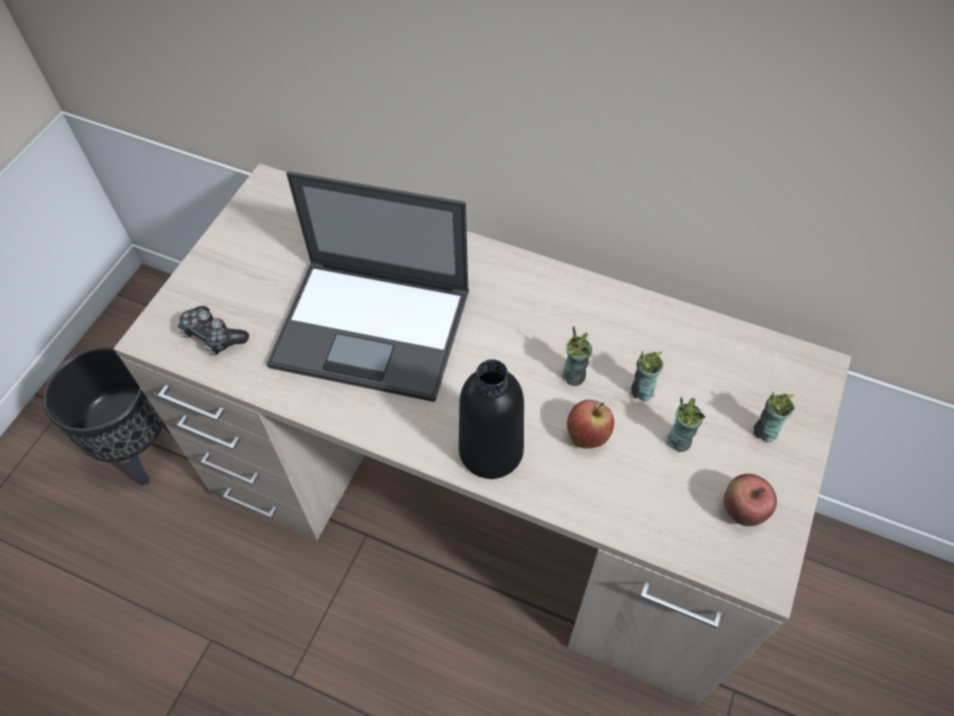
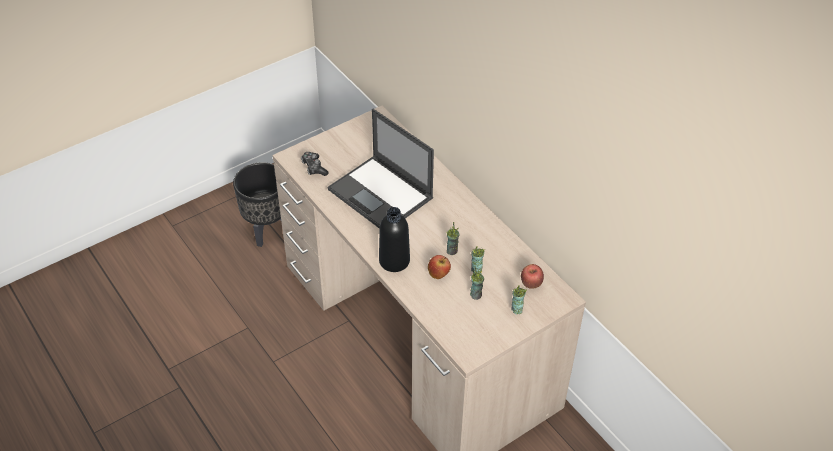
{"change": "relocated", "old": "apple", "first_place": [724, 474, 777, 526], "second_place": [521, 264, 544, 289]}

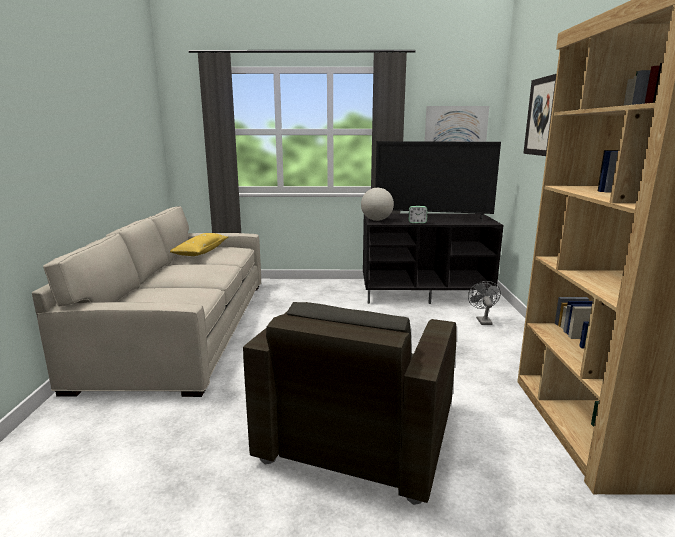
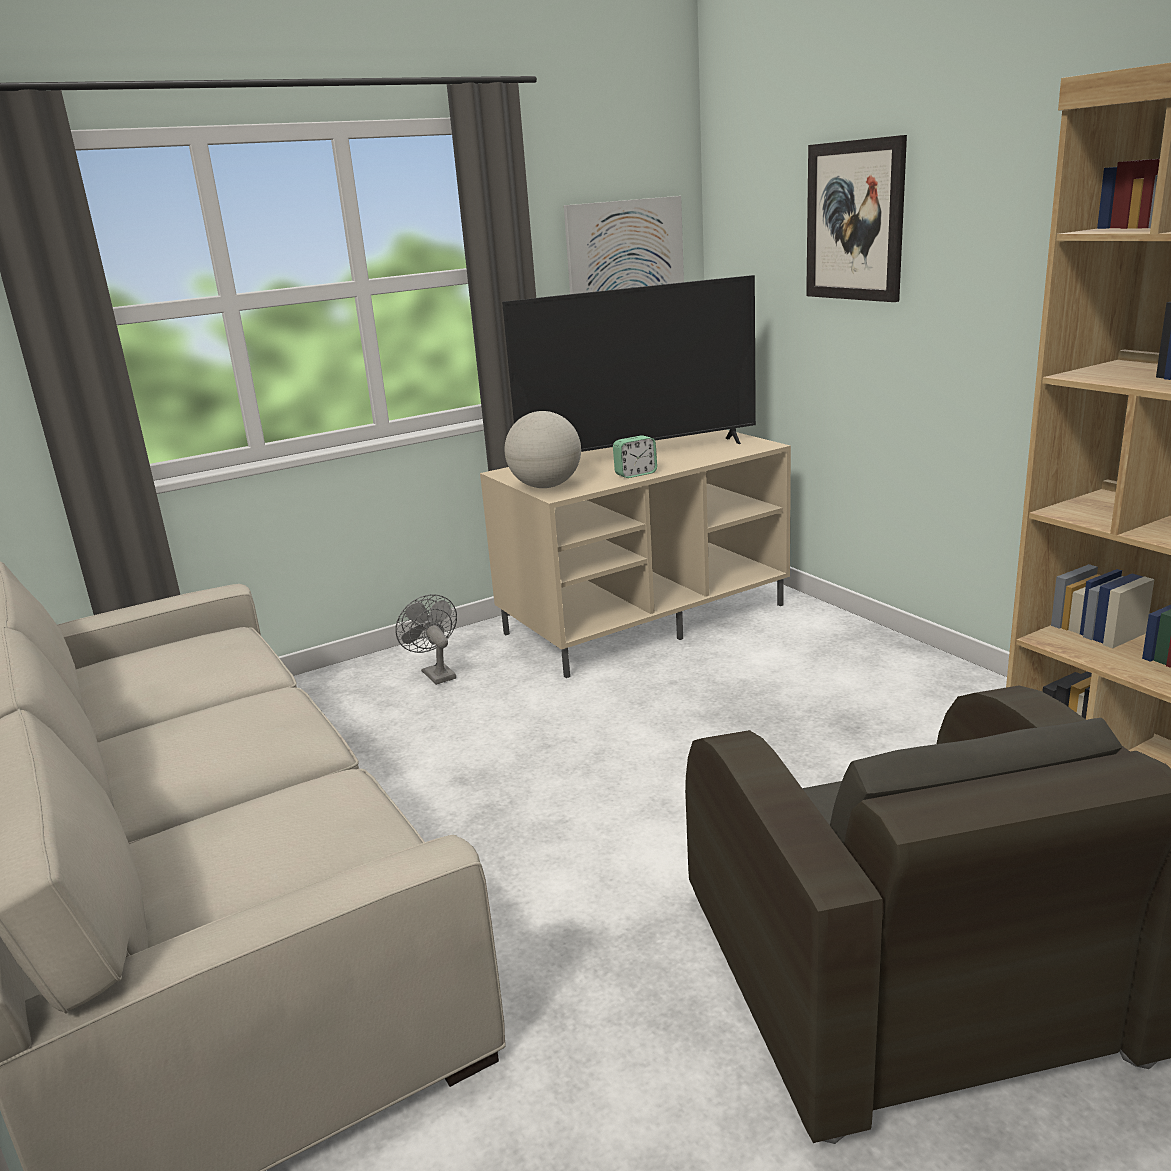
{"change": "missing", "old": "cushion/yellowish", "first_place": [170, 233, 228, 256]}
{"change": "relocated", "old": "fan/gray", "first_place": [468, 281, 501, 325], "second_place": [395, 594, 457, 685]}
{"change": "colour", "old": "tv unit/blackish", "new": "tv unit/sand-coloured", "first_place": [363, 213, 504, 304], "second_place": [480, 430, 791, 678]}

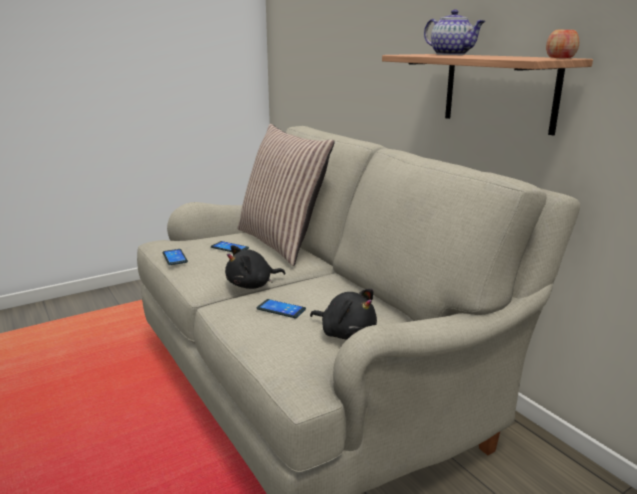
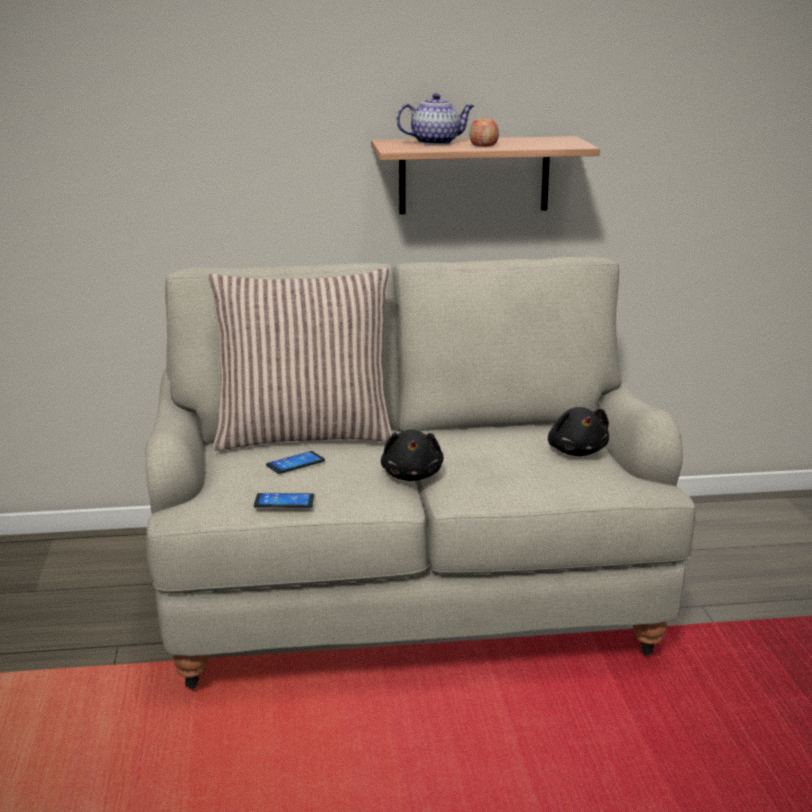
{"change": "missing", "old": "telephone", "first_place": [257, 299, 306, 318]}
{"change": "relocated", "old": "apple", "first_place": [546, 30, 579, 58], "second_place": [469, 119, 499, 147]}
{"change": "spun", "old": "cuddly toy/blackish", "first_place": [310, 289, 377, 339], "second_place": [548, 407, 609, 456], "degrees": 105}

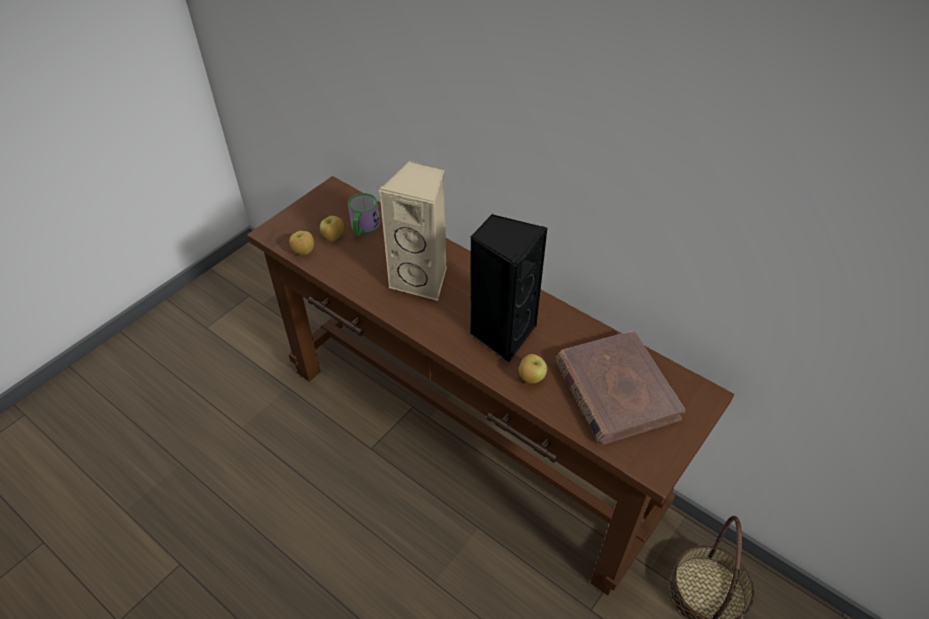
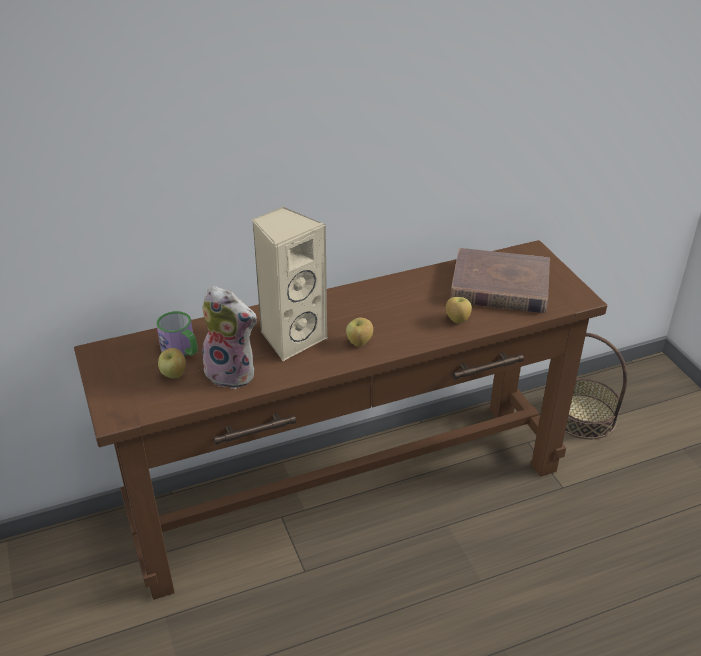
{"change": "missing", "old": "audio speaker/blackish", "first_place": [469, 213, 547, 362]}
{"change": "appeared", "new": "cuddly toy", "second_place": [202, 286, 257, 389]}
{"change": "relocated", "old": "apple", "first_place": [289, 231, 314, 255], "second_place": [346, 318, 373, 347]}

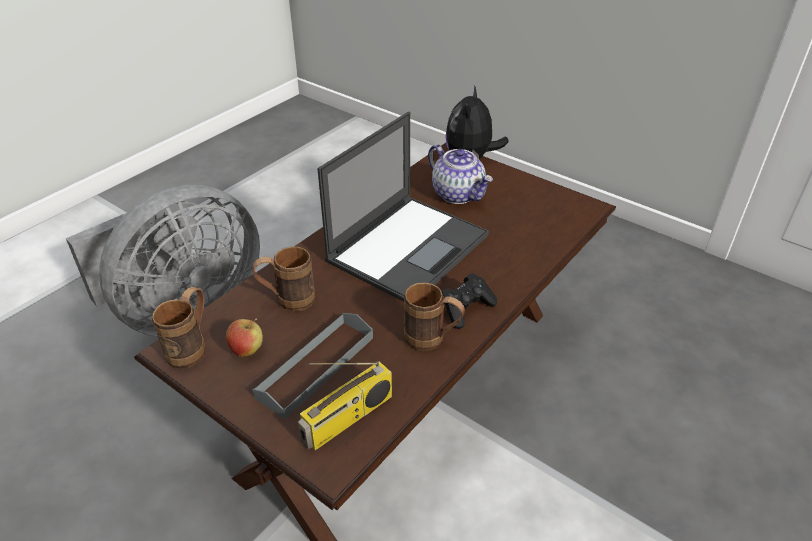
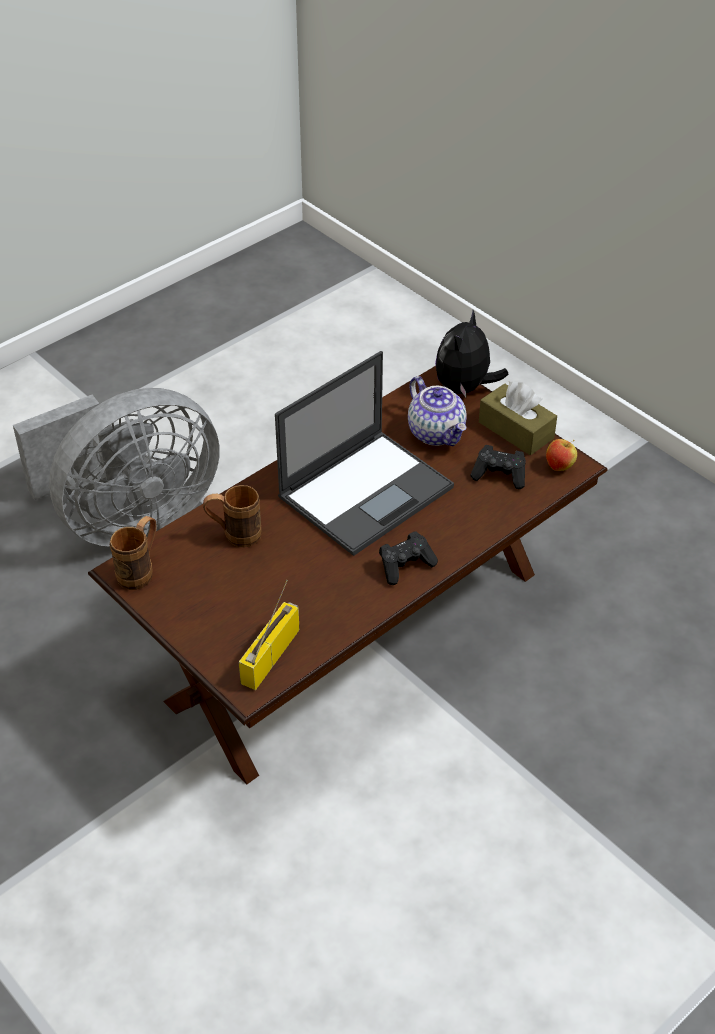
{"change": "missing", "old": "tray/gray", "first_place": [252, 313, 373, 419]}
{"change": "missing", "old": "tea mug/brownish", "first_place": [404, 283, 465, 351]}
{"change": "appeared", "new": "joypad/blackish", "second_place": [470, 445, 526, 489]}
{"change": "appeared", "new": "tissue box/brownish", "second_place": [479, 381, 557, 455]}
{"change": "relocated", "old": "apple", "first_place": [226, 319, 263, 357], "second_place": [546, 439, 577, 471]}
{"change": "spun", "old": "radio receiver", "first_place": [298, 362, 392, 450], "second_place": [239, 580, 300, 690], "degrees": 150}

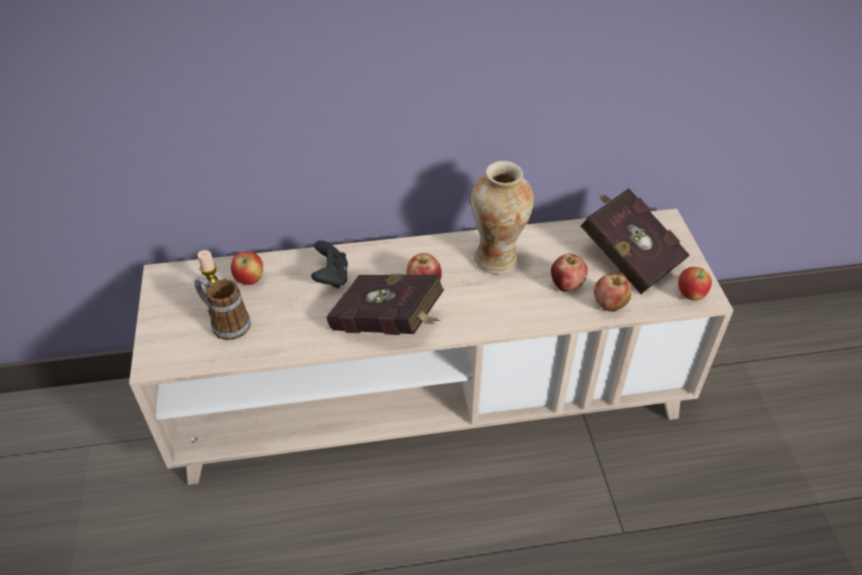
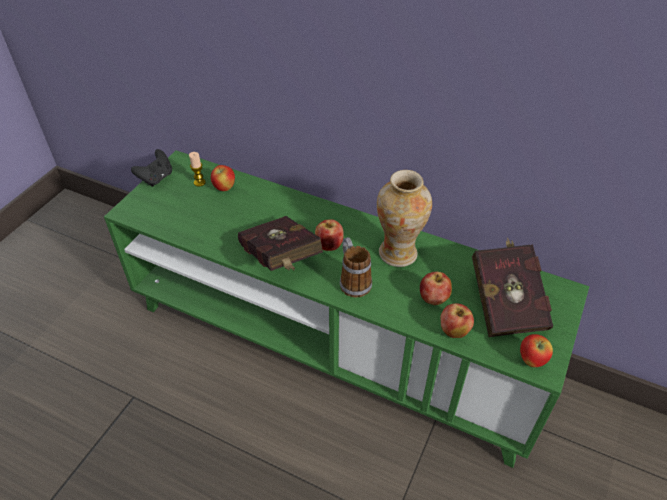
{"change": "relocated", "old": "tea mug", "first_place": [195, 276, 251, 340], "second_place": [340, 237, 372, 297]}
{"change": "relocated", "old": "joypad/blackish", "first_place": [311, 240, 348, 288], "second_place": [131, 149, 172, 187]}
{"change": "colour", "old": "tv unit/sand-coloured", "new": "tv unit/greenish", "first_place": [129, 209, 734, 485], "second_place": [104, 150, 589, 468]}

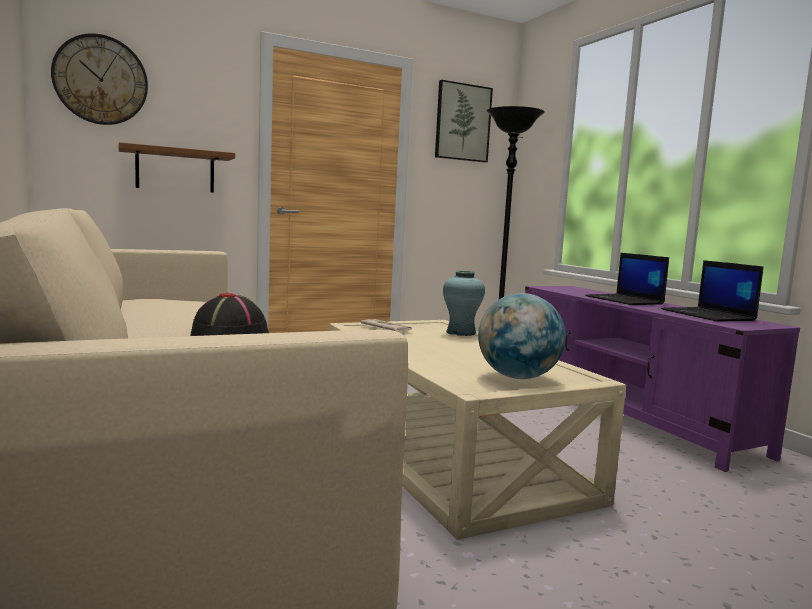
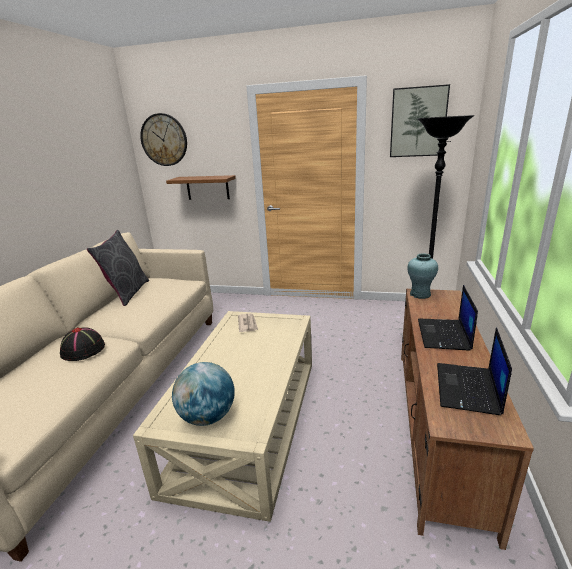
{"change": "appeared", "new": "cushion/gray", "second_place": [87, 230, 149, 306]}
{"change": "relocated", "old": "decorative vase/turquoise", "first_place": [443, 271, 485, 336], "second_place": [407, 254, 438, 299]}
{"change": "colour", "old": "tv unit/purple", "new": "tv unit/brownish", "first_place": [525, 286, 800, 472], "second_place": [401, 289, 534, 550]}

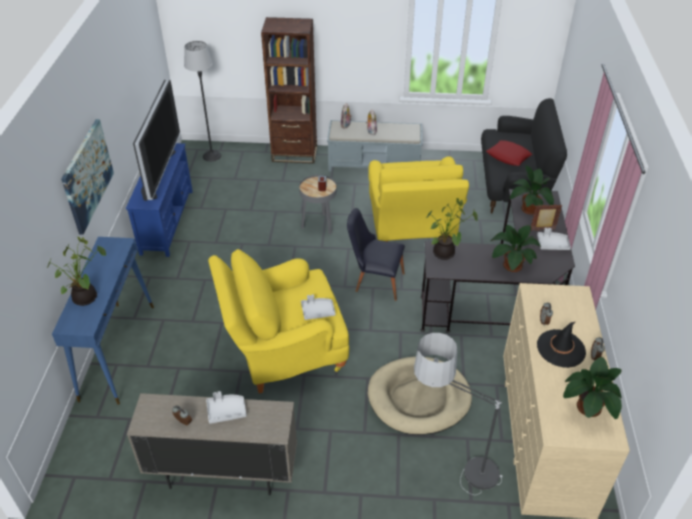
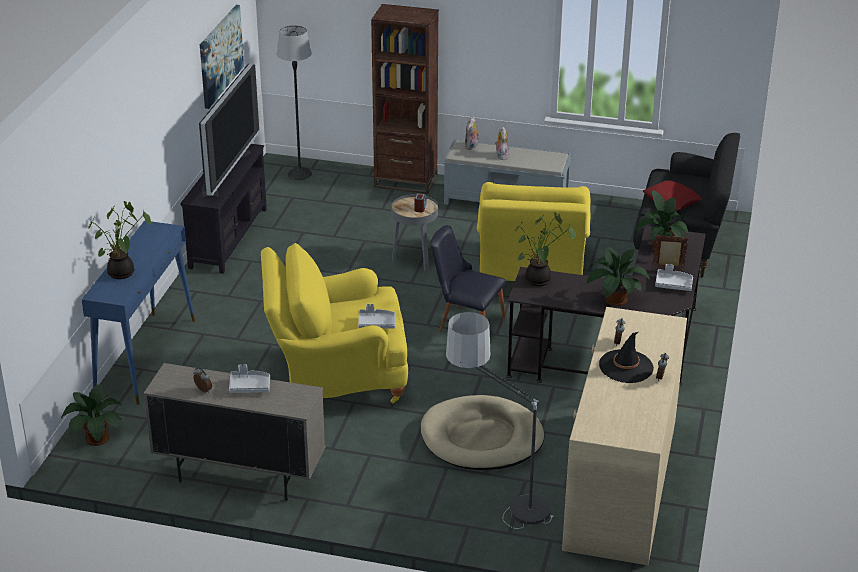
{"change": "relocated", "old": "wall art", "first_place": [61, 119, 114, 235], "second_place": [200, 5, 244, 109]}
{"change": "relocated", "old": "potted plant", "first_place": [563, 357, 622, 419], "second_place": [61, 384, 121, 446]}
{"change": "colour", "old": "tv unit/blue-coloured", "new": "tv unit/blackish", "first_place": [126, 143, 193, 257], "second_place": [180, 144, 267, 274]}

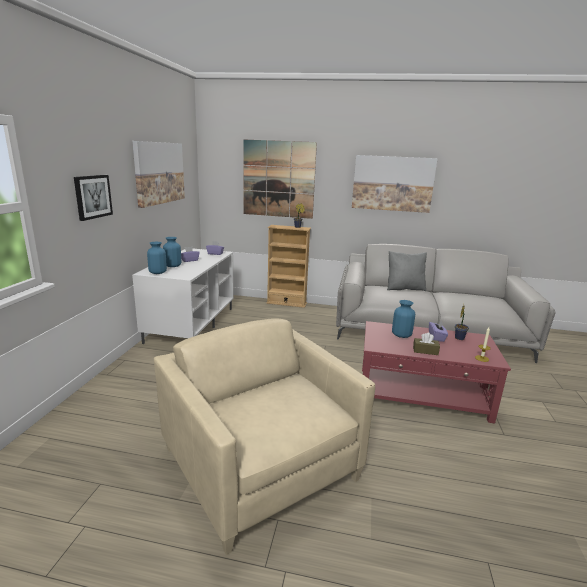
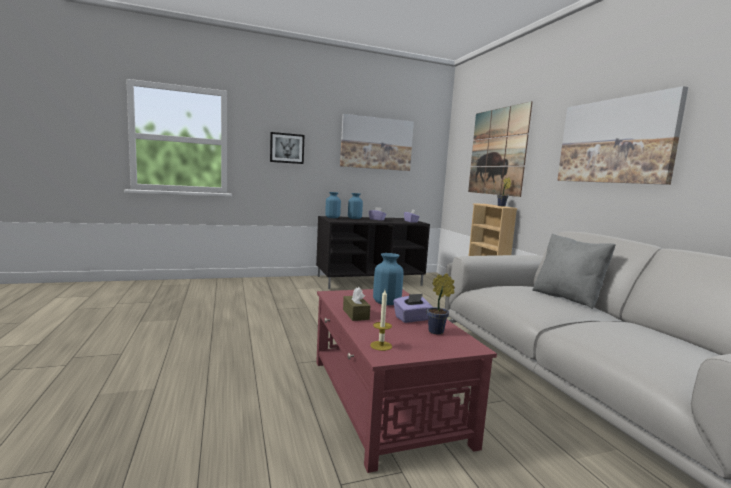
{"change": "missing", "old": "lounge chair/sand-coloured", "first_place": [154, 318, 375, 555]}
{"change": "colour", "old": "tv unit/white", "new": "tv unit/blackish", "first_place": [132, 248, 234, 344], "second_place": [316, 216, 430, 289]}

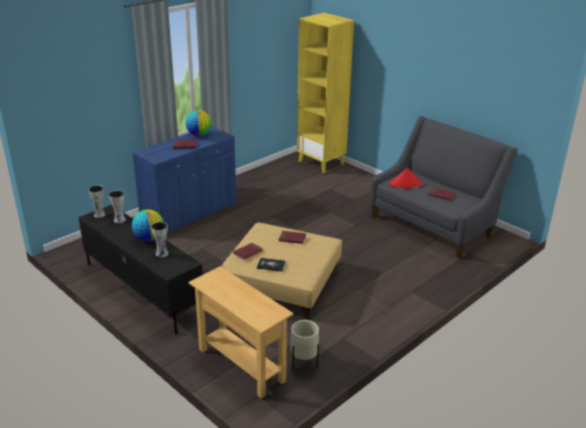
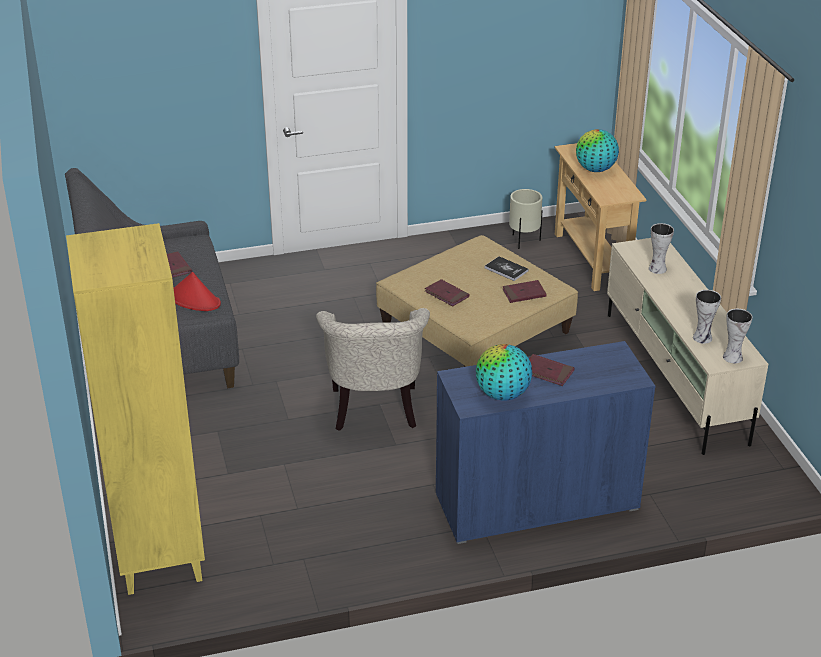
{"change": "appeared", "new": "lounge chair/sand-coloured", "second_place": [316, 308, 430, 431]}
{"change": "relocated", "old": "globe", "first_place": [132, 209, 164, 241], "second_place": [576, 129, 619, 172]}
{"change": "colour", "old": "tv unit/blackish", "new": "tv unit/sand-coloured", "first_place": [78, 205, 203, 334], "second_place": [607, 238, 768, 455]}

